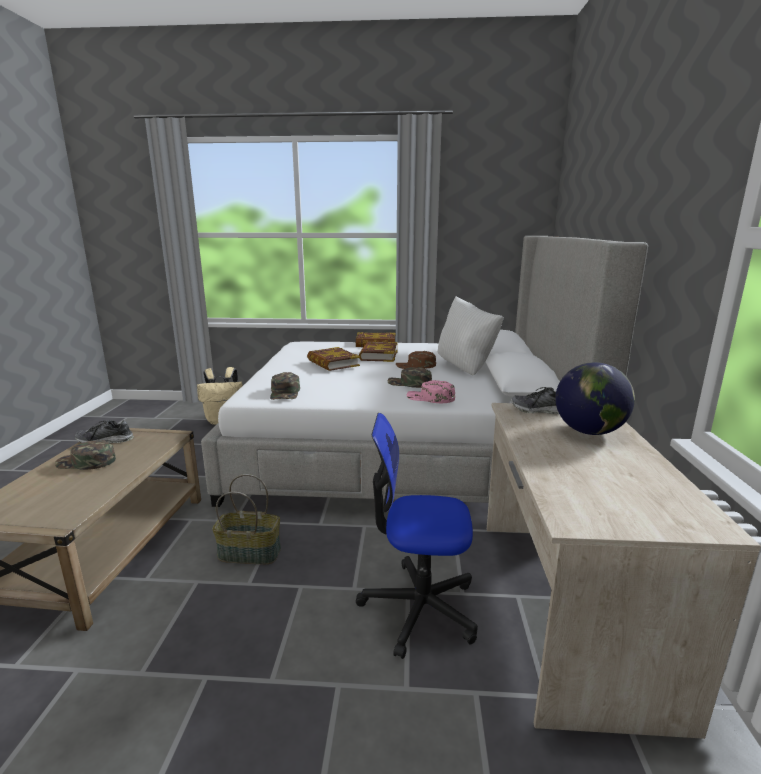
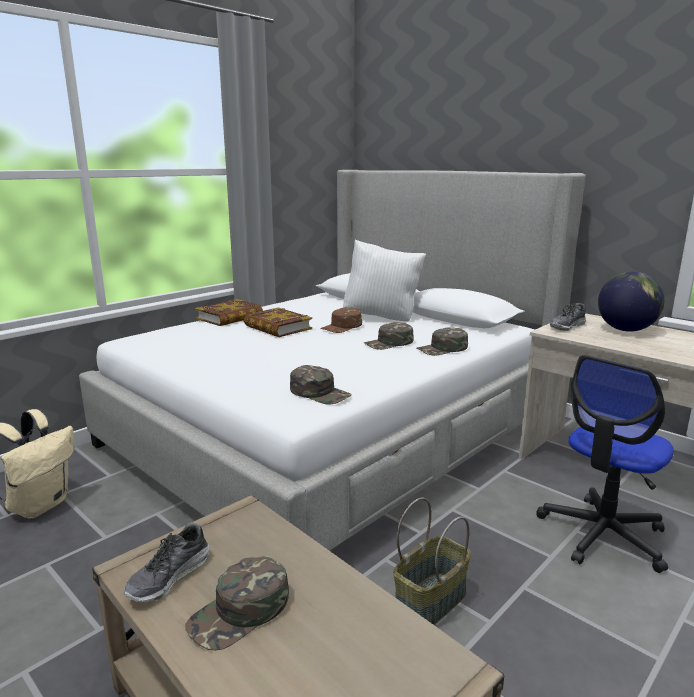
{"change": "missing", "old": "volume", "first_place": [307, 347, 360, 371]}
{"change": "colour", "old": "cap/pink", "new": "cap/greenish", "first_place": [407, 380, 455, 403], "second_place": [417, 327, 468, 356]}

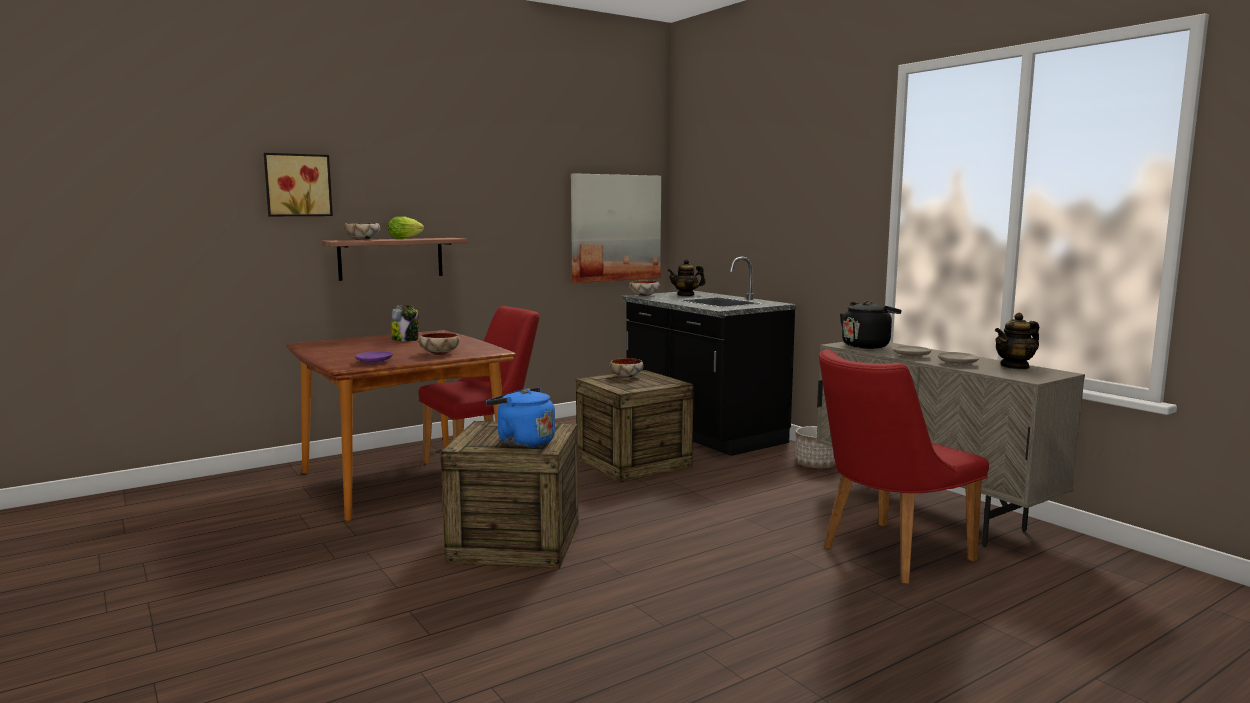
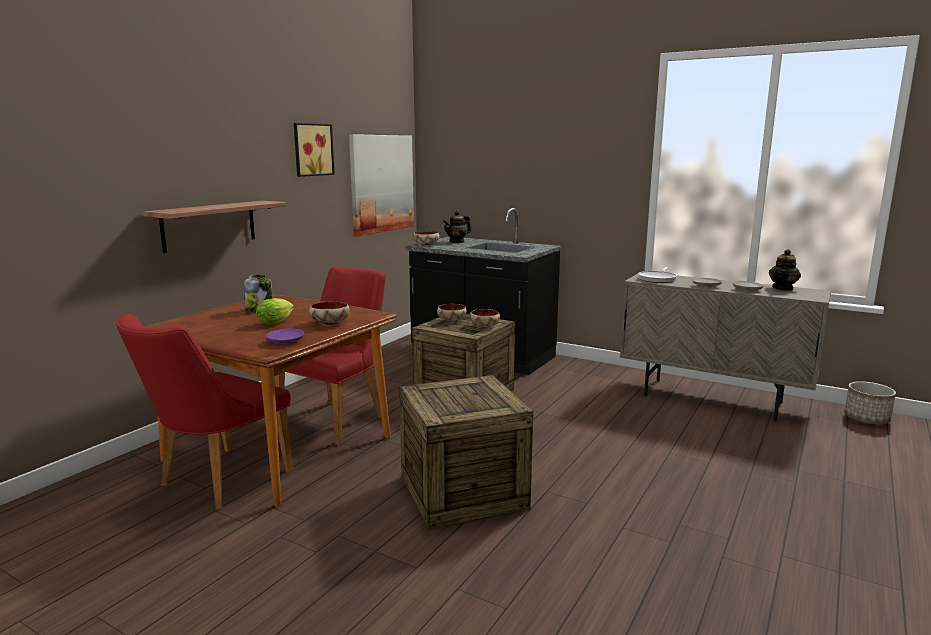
{"change": "missing", "old": "tea kettle/blue-coloured", "first_place": [486, 387, 555, 448]}
{"change": "relocated", "old": "wall art", "first_place": [264, 153, 333, 216], "second_place": [294, 123, 335, 177]}
{"change": "relocated", "old": "deep dish", "first_place": [344, 223, 380, 240], "second_place": [469, 309, 500, 328]}
{"change": "relocated", "old": "lettuce", "first_place": [388, 216, 424, 239], "second_place": [256, 298, 294, 325]}
{"change": "relocated", "old": "plant pot", "first_place": [795, 426, 836, 469], "second_place": [844, 381, 896, 424]}
{"change": "relocated", "old": "plain chair/red", "first_place": [819, 350, 989, 584], "second_place": [116, 314, 293, 510]}
{"change": "exchanged", "old": "tea kettle/blackish", "new": "skillet", "first_place": [840, 301, 901, 349], "second_place": [638, 267, 677, 283]}

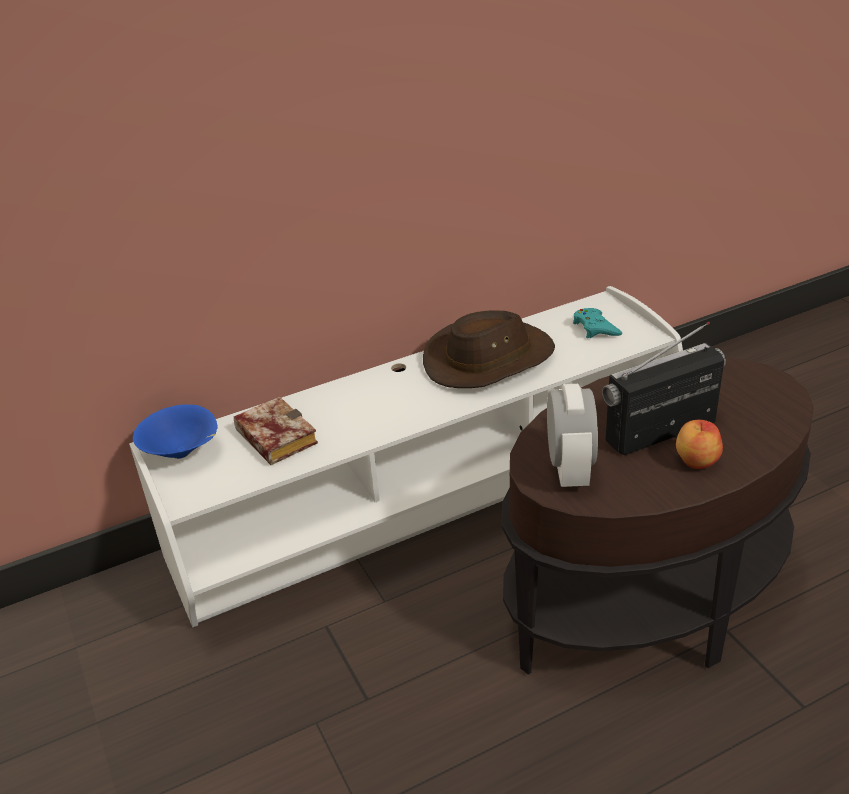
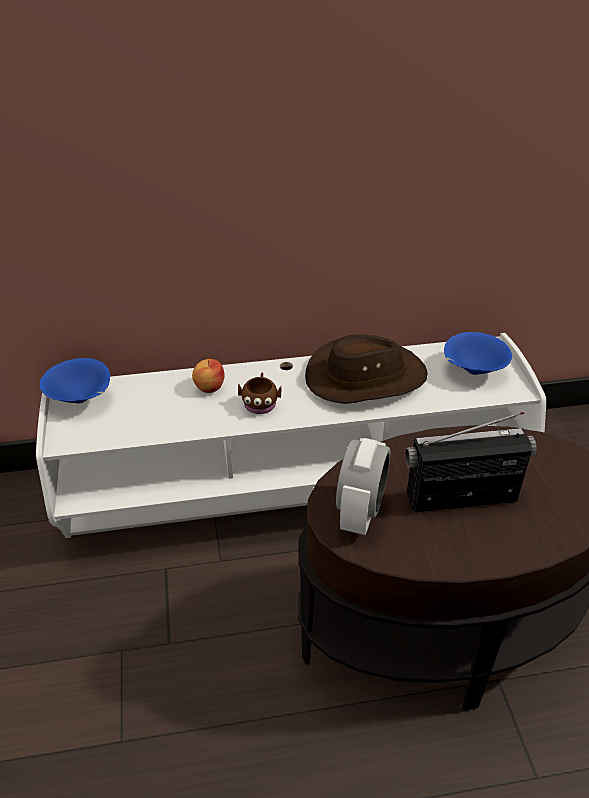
{"change": "missing", "old": "volume", "first_place": [234, 396, 318, 465]}
{"change": "appeared", "new": "tea mug/brownish", "second_place": [238, 373, 281, 414]}
{"change": "relocated", "old": "apple", "first_place": [676, 420, 723, 469], "second_place": [192, 359, 224, 393]}
{"change": "exchanged", "old": "joypad/turquoise", "new": "deep dish/blue-coloured", "first_place": [573, 308, 622, 338], "second_place": [444, 332, 512, 375]}

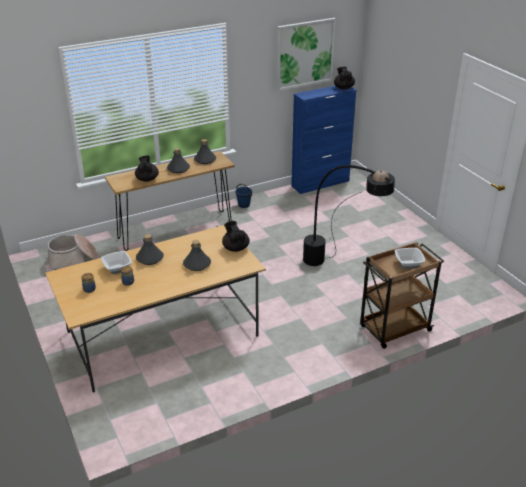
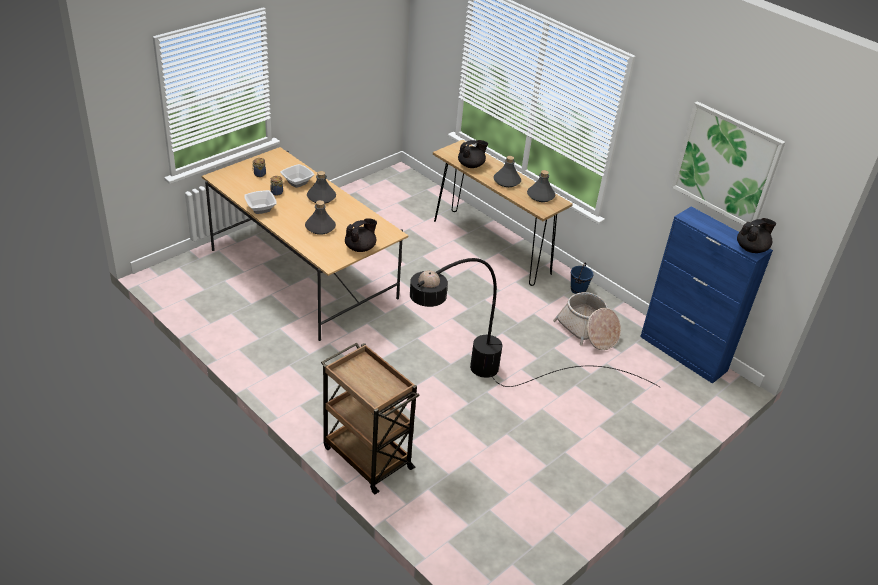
{"change": "relocated", "old": "storage basket", "first_place": [48, 234, 99, 271], "second_place": [553, 292, 621, 350]}
{"change": "relocated", "old": "deep dish", "first_place": [395, 248, 425, 269], "second_place": [244, 190, 277, 214]}

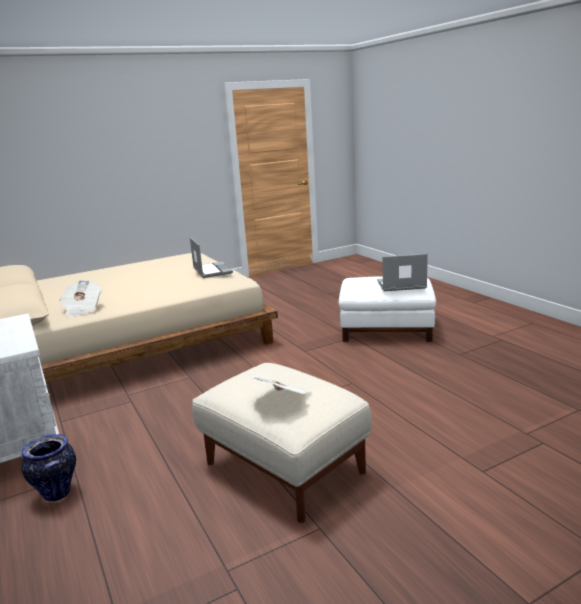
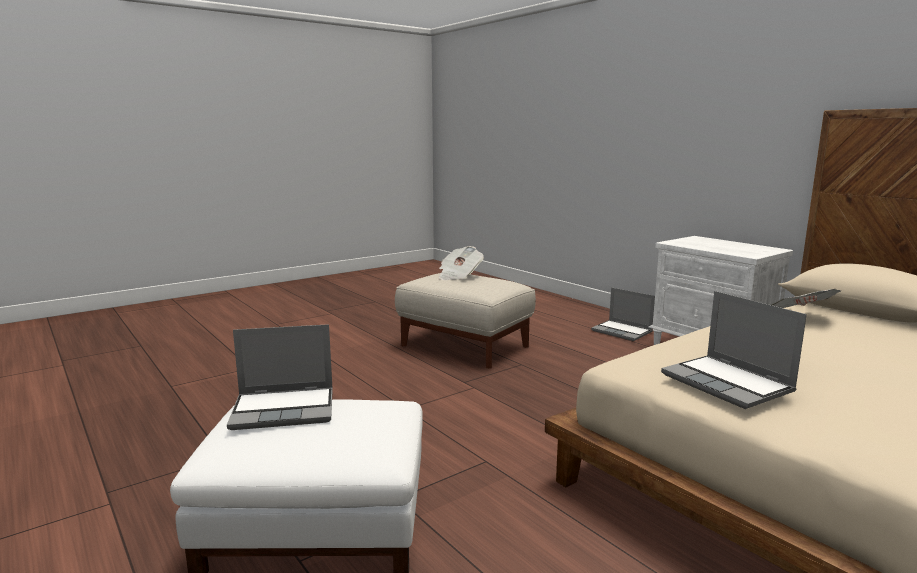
{"change": "exchanged", "old": "decorative vase", "new": "laptop", "first_place": [21, 434, 76, 502], "second_place": [591, 287, 655, 341]}

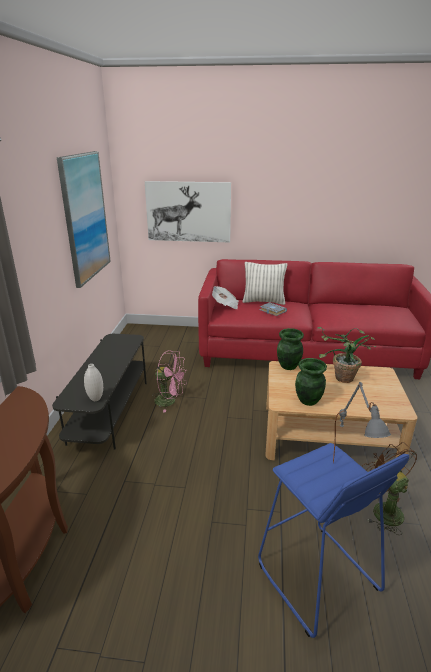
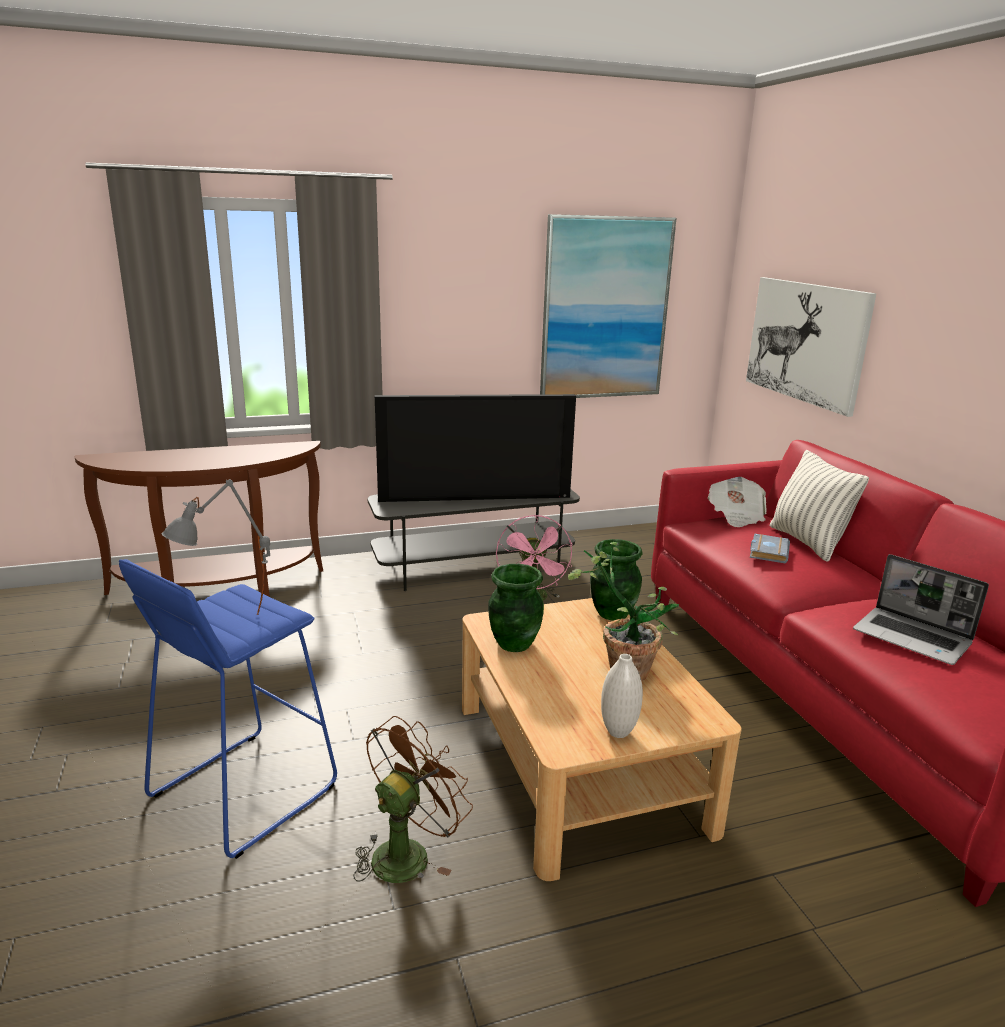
{"change": "appeared", "new": "television", "second_place": [375, 394, 576, 502]}
{"change": "appeared", "new": "laptop", "second_place": [853, 554, 989, 665]}
{"change": "relocated", "old": "decorative vase/white", "first_place": [84, 364, 103, 401], "second_place": [601, 654, 643, 738]}

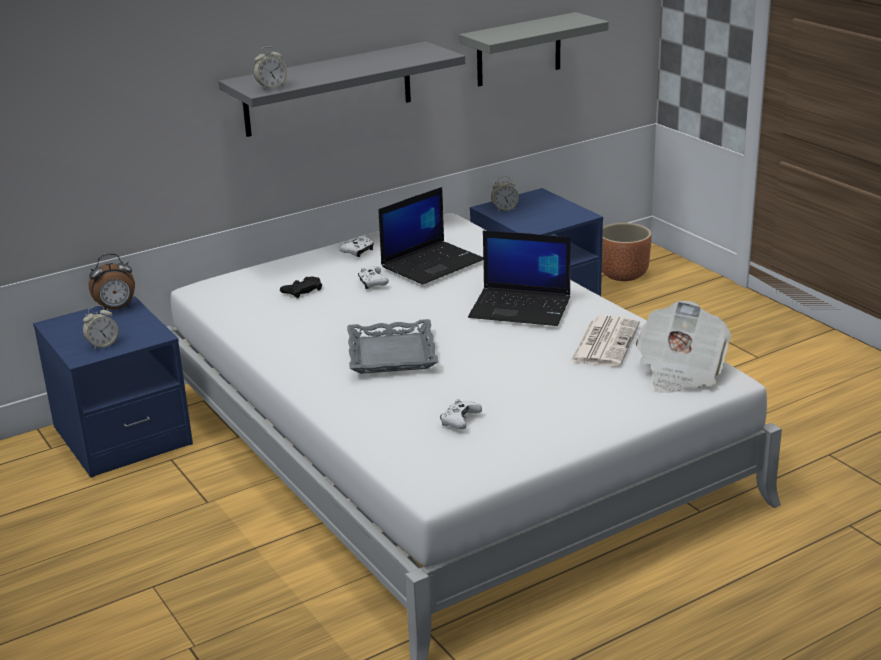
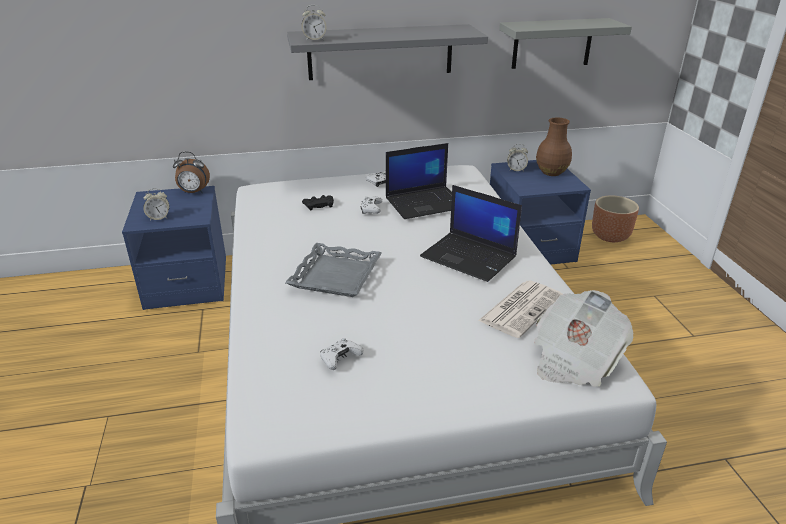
{"change": "appeared", "new": "decorative vase/brownish", "second_place": [536, 118, 572, 176]}

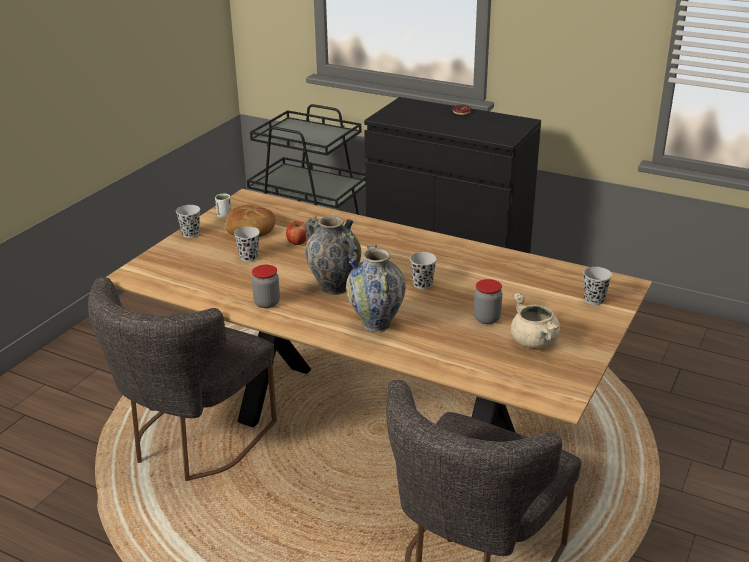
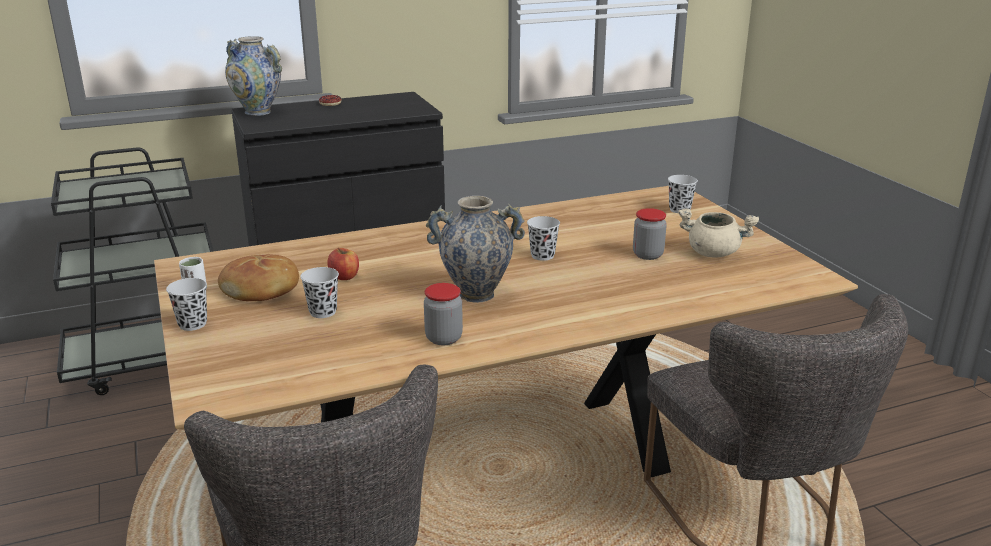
{"change": "relocated", "old": "decorative vase", "first_place": [346, 244, 406, 333], "second_place": [225, 36, 282, 116]}

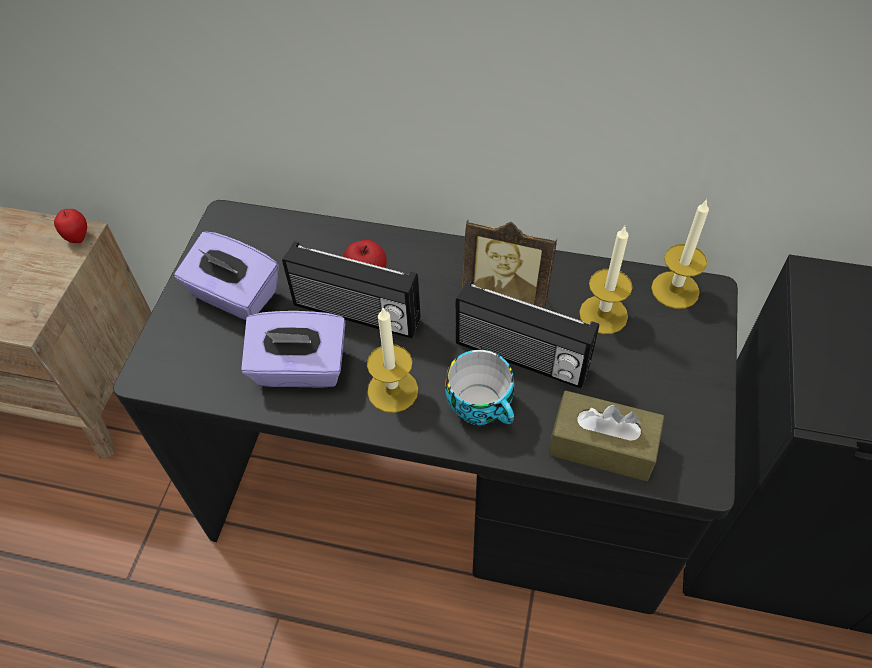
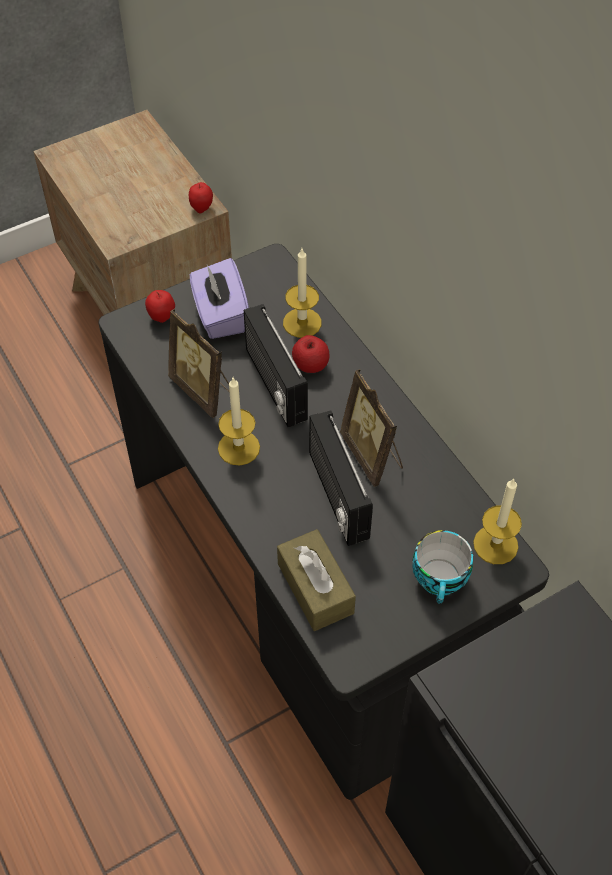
{"change": "appeared", "new": "apple", "second_place": [145, 290, 175, 323]}
{"change": "relocated", "old": "cup", "first_place": [445, 350, 514, 425], "second_place": [412, 530, 473, 604]}
{"change": "relocated", "old": "wax light", "first_place": [579, 226, 633, 334], "second_place": [283, 249, 321, 338]}
{"change": "exchanged", "old": "tissue box/purple", "new": "standing frame", "first_place": [241, 311, 346, 388], "second_place": [168, 309, 230, 418]}

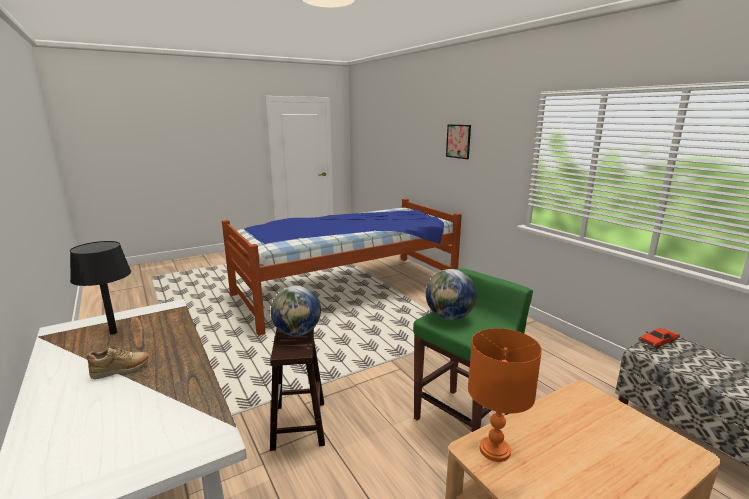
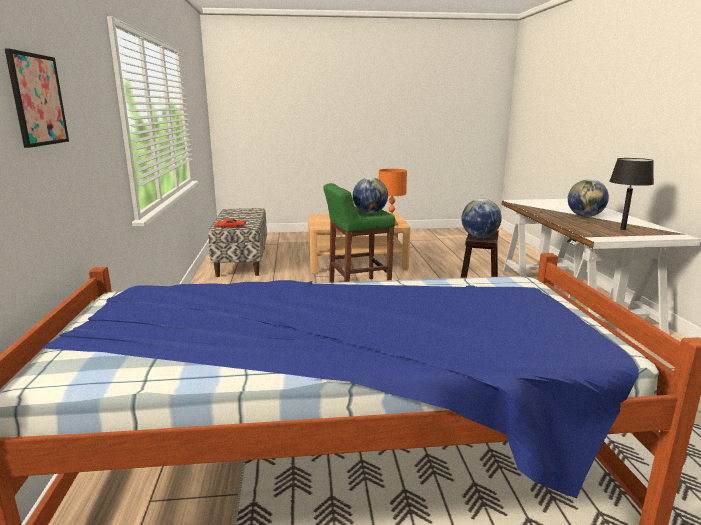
{"change": "exchanged", "old": "shoe/sand-coloured", "new": "globe", "first_place": [87, 346, 149, 379], "second_place": [568, 179, 609, 217]}

